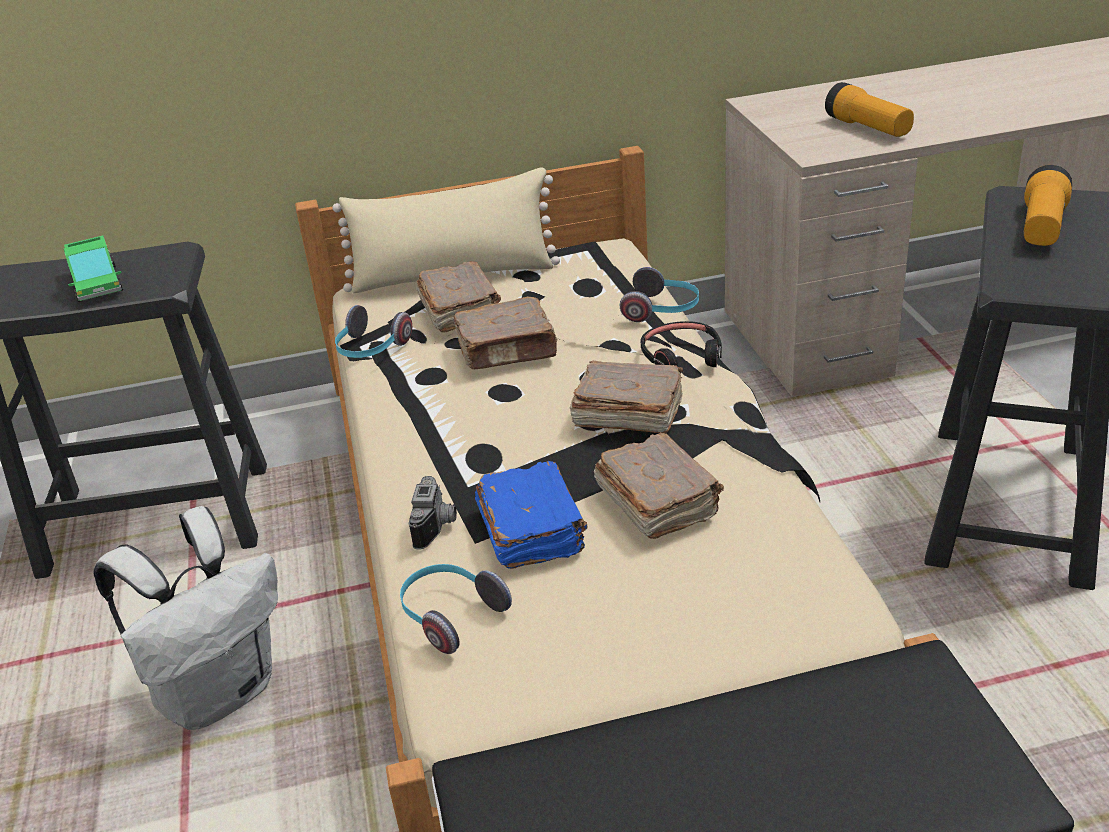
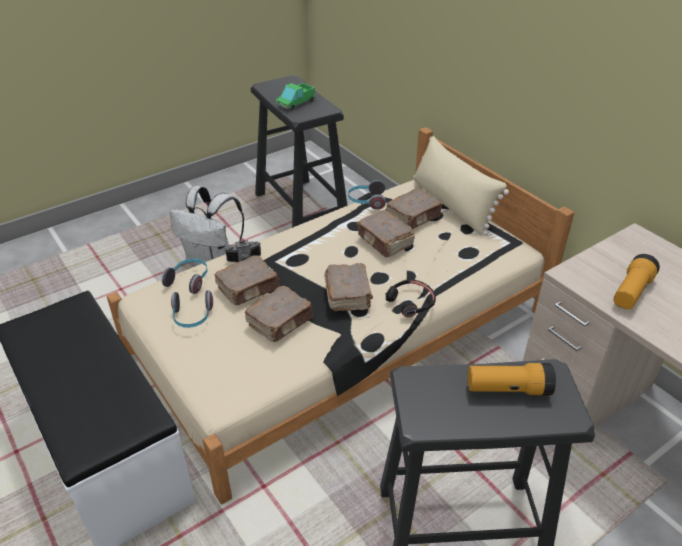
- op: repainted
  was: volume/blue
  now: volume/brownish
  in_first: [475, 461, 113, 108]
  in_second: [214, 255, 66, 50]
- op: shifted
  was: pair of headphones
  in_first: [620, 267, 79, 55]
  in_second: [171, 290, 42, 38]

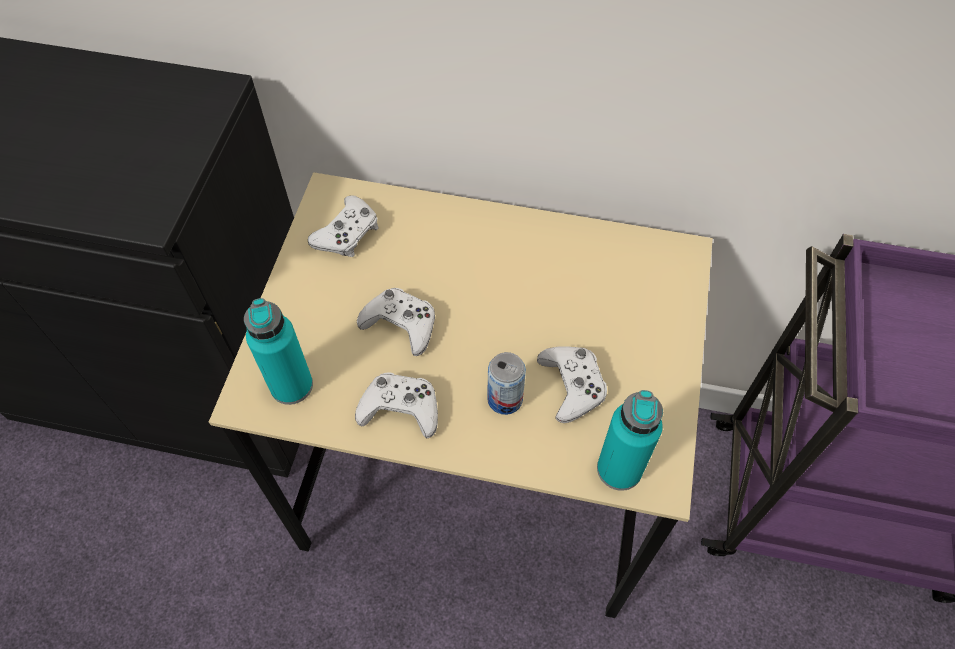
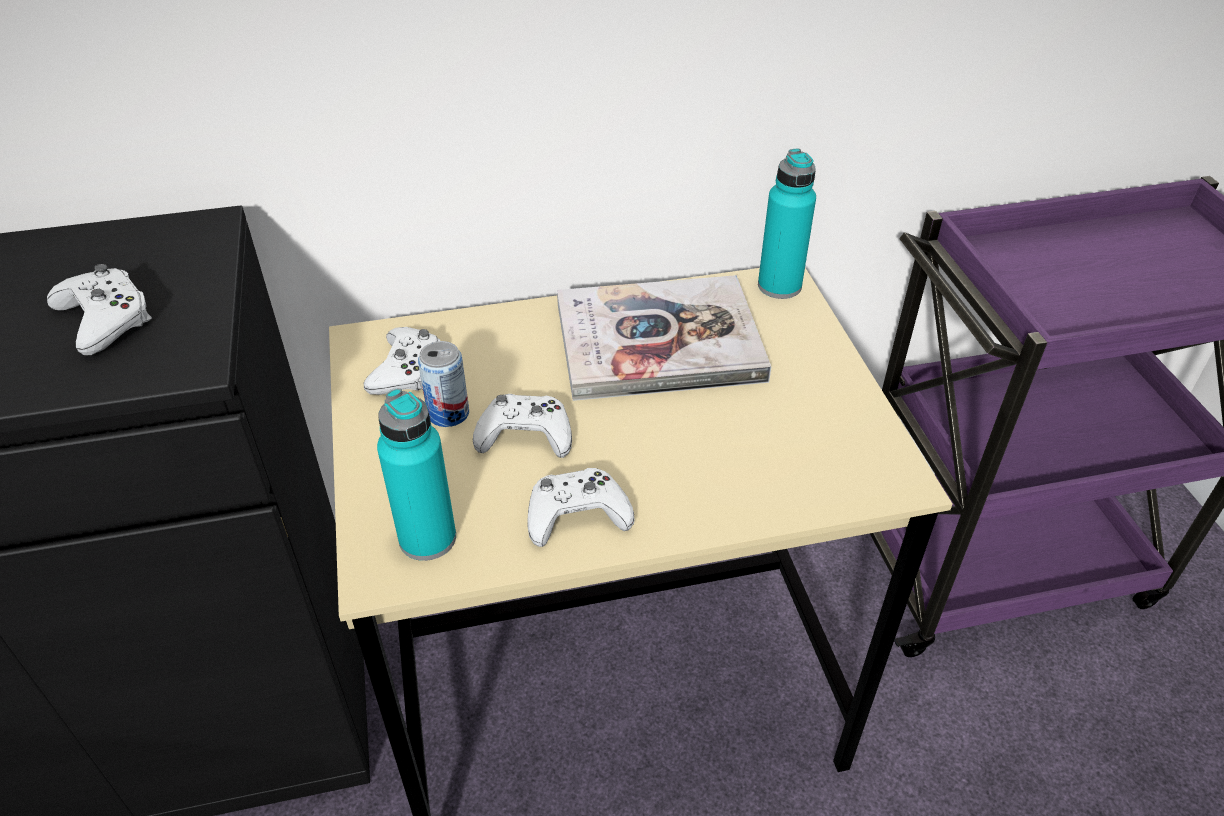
- op: shifted
  was: sealed can
  in_first: [487, 352, 39, 63]
  in_second: [418, 341, 51, 86]
- op: shifted
  was: gamepad/white
  in_first: [537, 346, 70, 77]
  in_second: [47, 264, 105, 91]
- op: shifted
  was: bottle/blue-green
  in_first: [597, 390, 66, 101]
  in_second: [758, 149, 58, 150]
- op: new
  now: volume
  in_second: [557, 275, 214, 126]

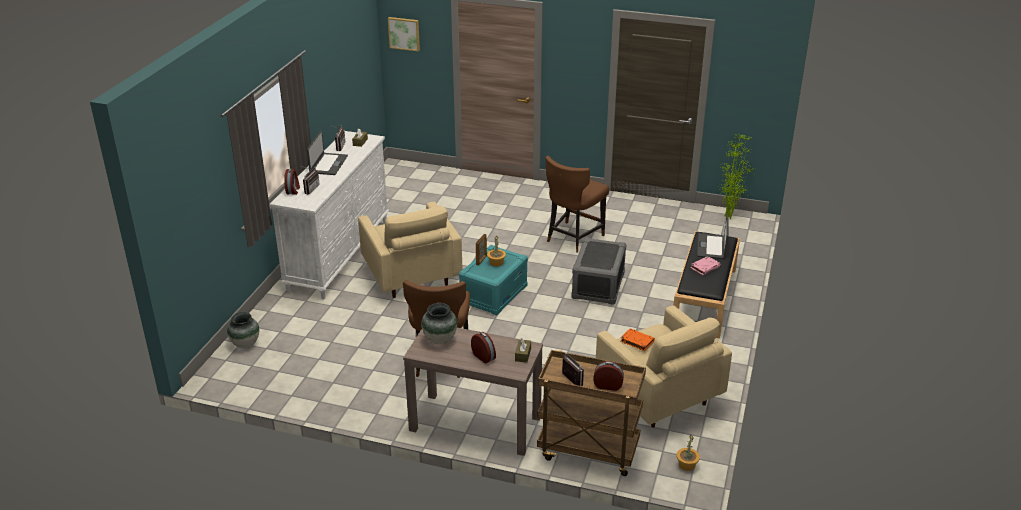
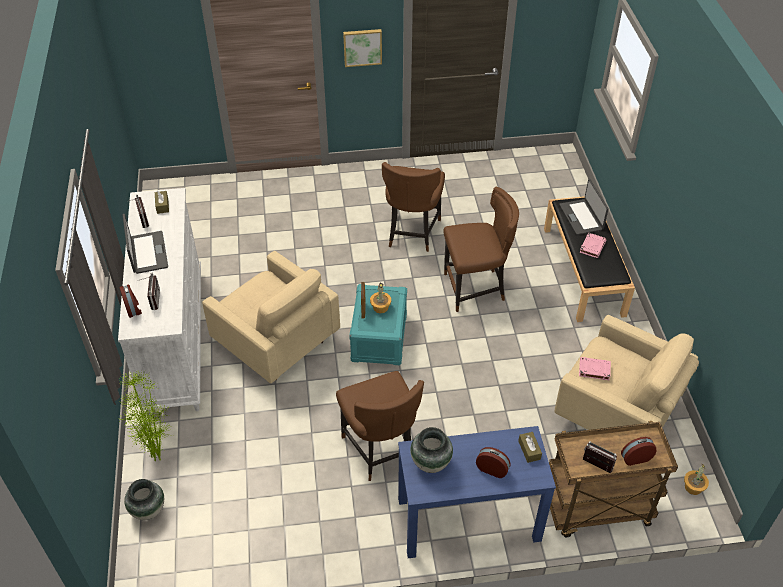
- op: shifted
  was: wall art
  in_first: [388, 17, 32, 34]
  in_second: [343, 29, 39, 38]
- op: repainted
  was: hall table/brownish
  now: hall table/blue
  in_first: [403, 328, 140, 128]
  in_second: [398, 426, 158, 132]
- op: swapped
  was: storage container/greyish
  now: upright chair/brownish
  in_first: [571, 237, 56, 68]
  in_second: [443, 187, 76, 125]
- op: repainted
  was: volume/orange-coloured
  now: volume/pink-coloured
  in_first: [620, 328, 35, 23]
  in_second: [579, 357, 32, 23]
- op: shifted
  was: potted plant
  in_first: [719, 133, 34, 86]
  in_second: [119, 370, 54, 91]

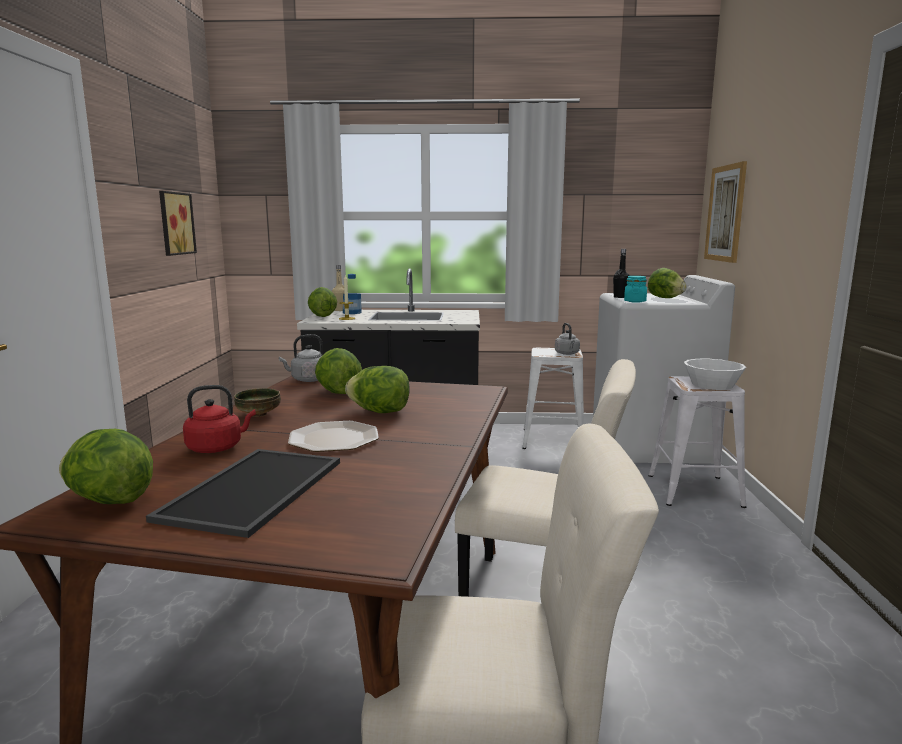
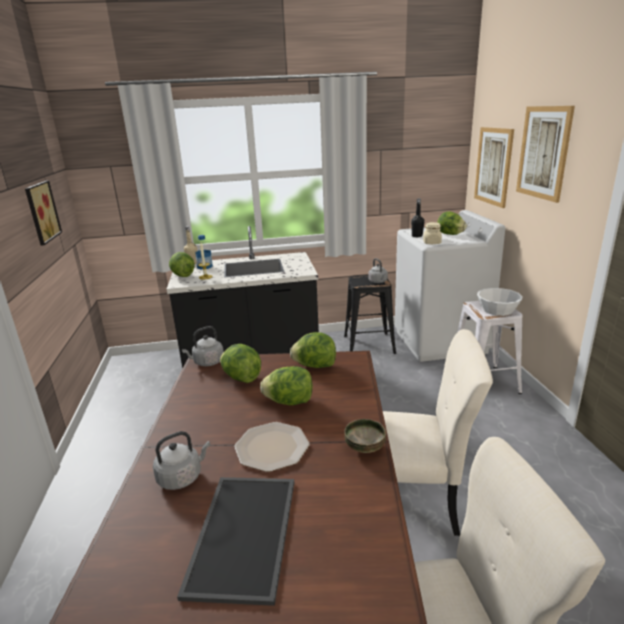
- op: shifted
  was: lettuce head
  in_first: [59, 429, 94, 75]
  in_second: [290, 332, 46, 36]
- op: repainted
  was: water kettle/red
  now: water kettle/greyish
  in_first: [183, 385, 73, 68]
  in_second: [153, 431, 57, 59]
- op: shifted
  was: bowl
  in_first: [234, 388, 47, 29]
  in_second: [344, 419, 42, 34]
- op: repainted
  was: stool/white
  now: stool/blackish
  in_first: [522, 348, 62, 101]
  in_second: [344, 275, 52, 79]
- op: repainted
  was: preserve jar/blue-green
  now: preserve jar/beige
  in_first: [624, 276, 23, 27]
  in_second: [423, 222, 19, 22]
- op: new
  now: wall art
  in_second: [516, 106, 59, 97]

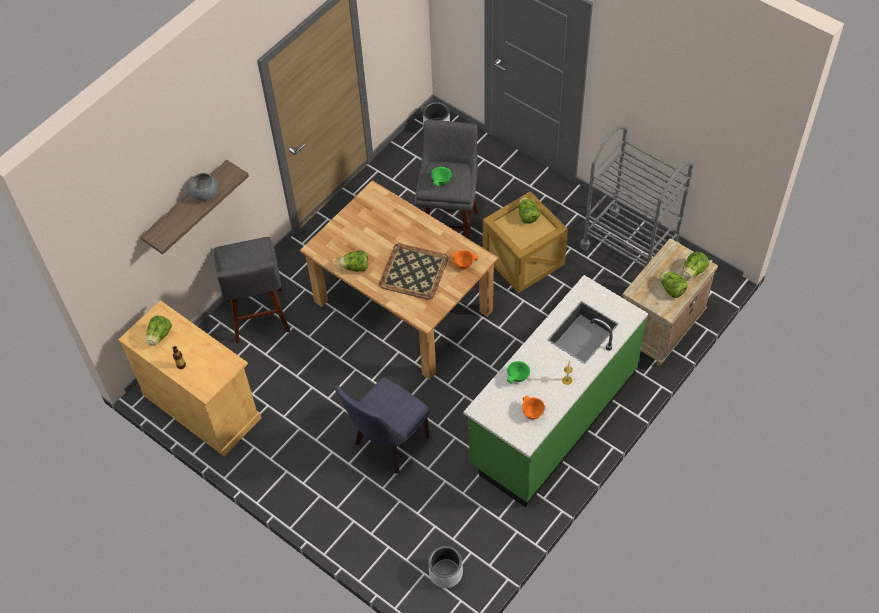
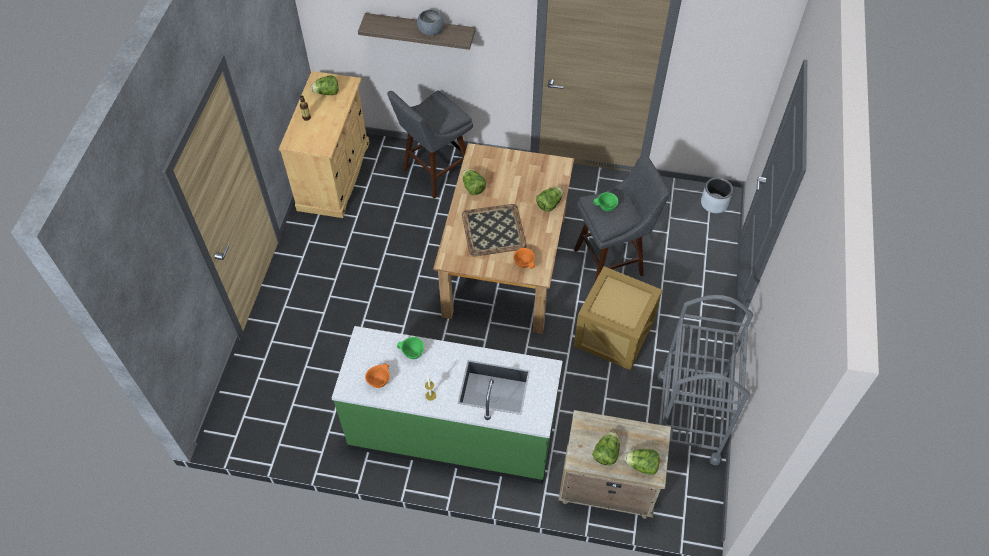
- op: gone
  was: upright chair/blue
  in_first: [335, 378, 95, 96]
- op: gone
  was: flower pot/greyish
  in_first: [428, 546, 35, 42]
- op: shifted
  was: lettuce head
  in_first: [519, 197, 21, 27]
  in_second: [536, 187, 27, 25]

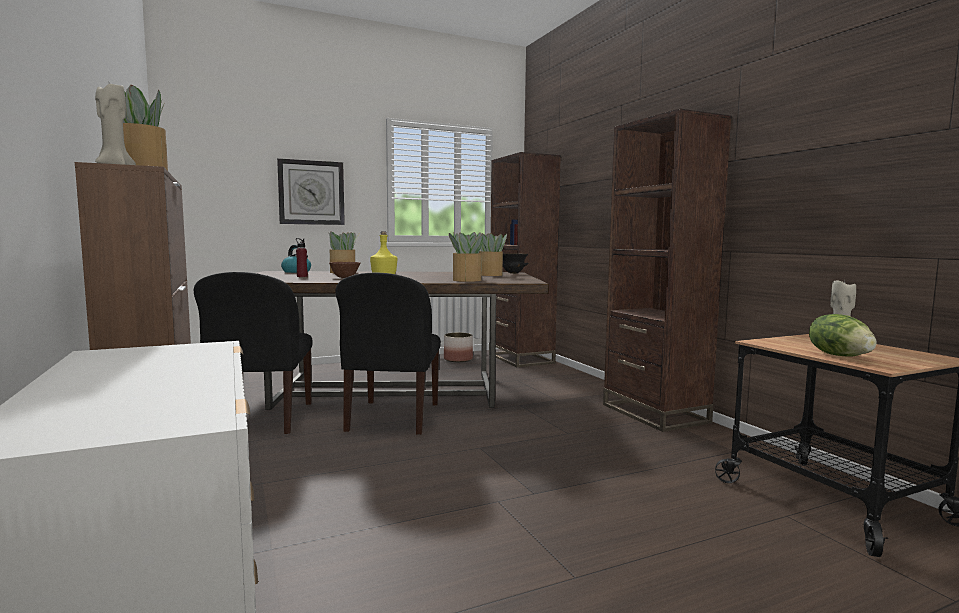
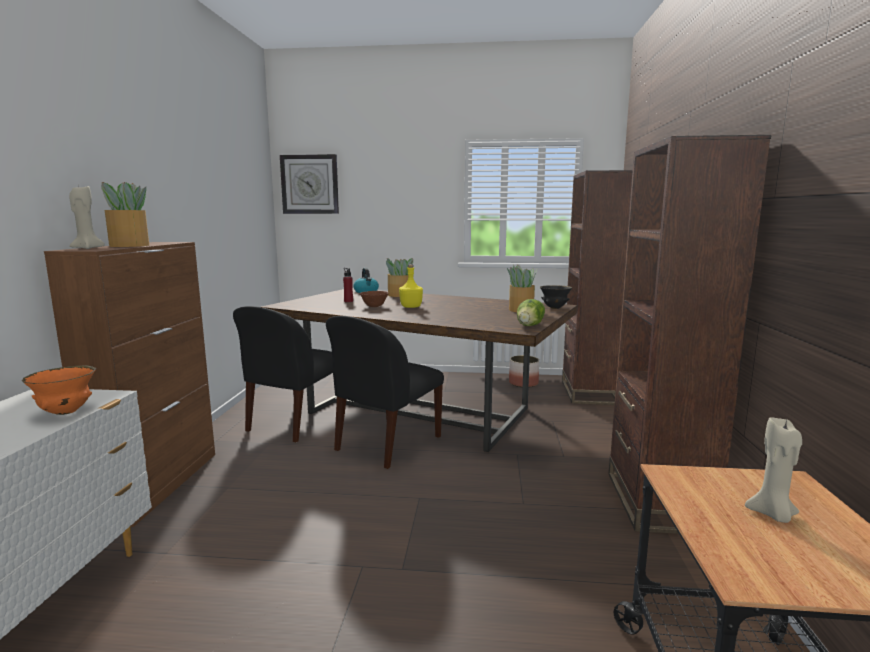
- op: shifted
  was: wall clock
  in_first: [277, 158, 68, 67]
  in_second: [280, 154, 59, 60]
- op: gone
  was: potted plant
  in_first: [449, 232, 34, 50]
- op: shifted
  was: lettuce head
  in_first: [809, 314, 68, 43]
  in_second: [517, 299, 28, 27]
- op: new
  now: bowl/orange-coloured
  in_second: [22, 366, 74, 49]

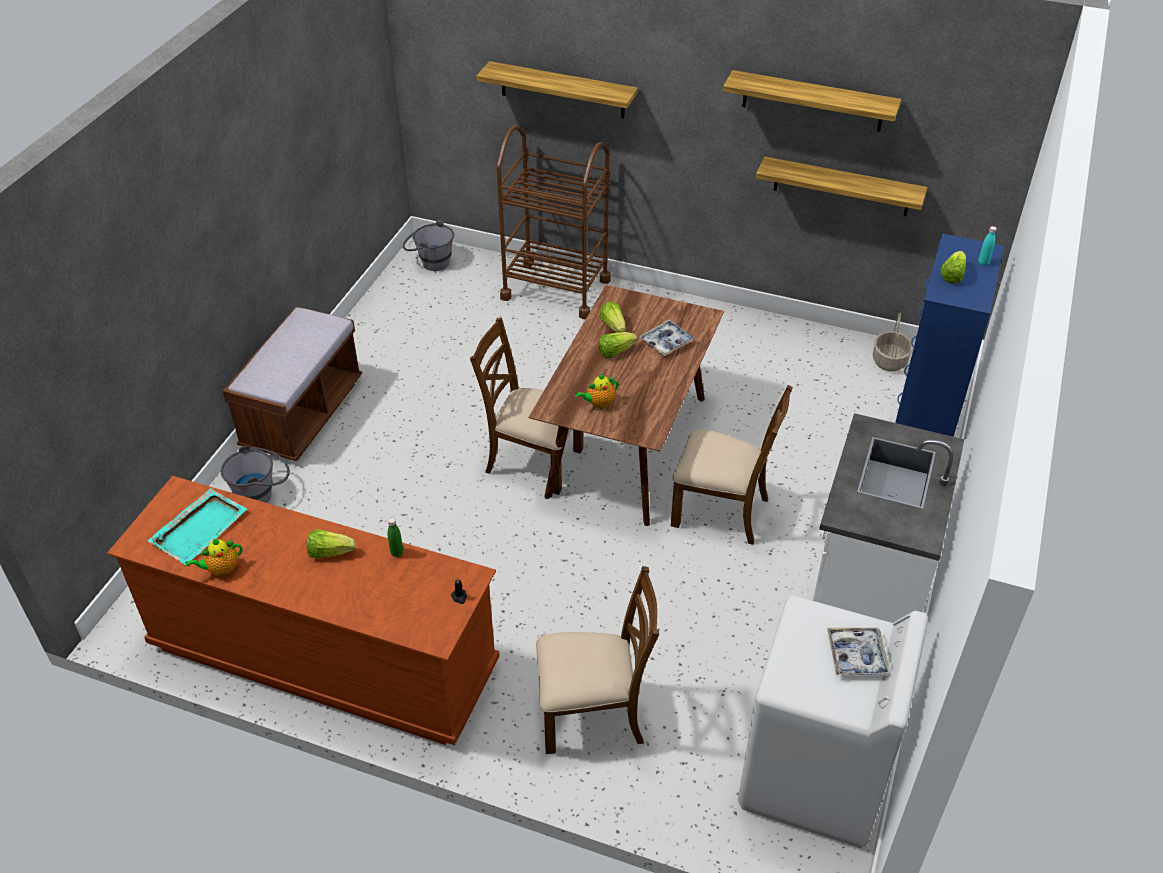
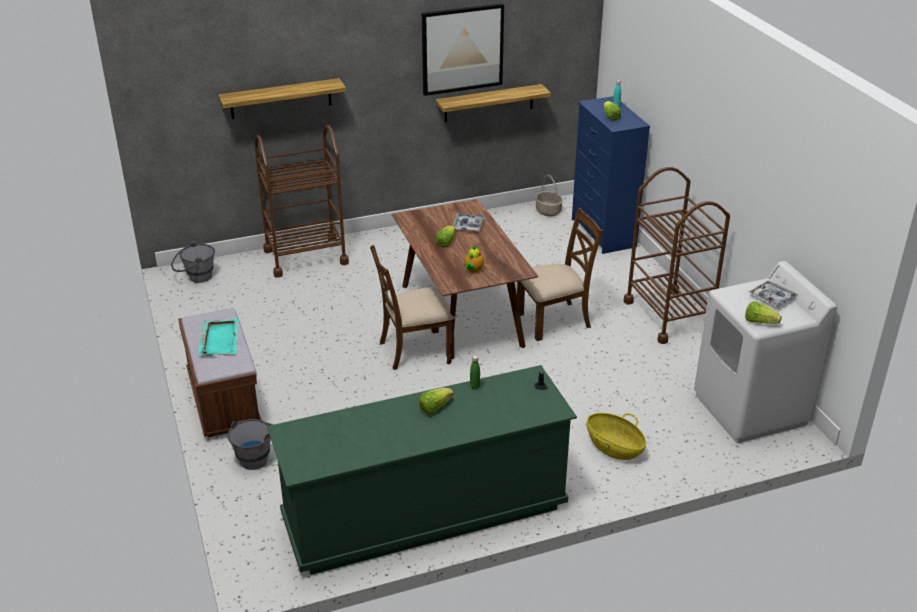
- op: repainted
  was: chest of drawers/brownish
  now: chest of drawers/greenish
  in_first: [107, 476, 393, 269]
  in_second: [267, 365, 310, 210]
- op: shifted
  was: carrying tray/blue-green
  in_first: [148, 488, 99, 77]
  in_second: [198, 318, 41, 38]
- op: gone
  was: teapot
  in_first: [185, 539, 58, 37]
- op: swapped
  was: upright chair/brownish
  now: basket
  in_first: [536, 566, 123, 188]
  in_second: [587, 413, 59, 47]
- op: shifted
  was: lettuce head
  in_first: [600, 302, 26, 31]
  in_second: [745, 302, 37, 22]
- op: swapped
  was: shelf
  now: wall art
  in_first: [723, 70, 178, 62]
  in_second: [422, 3, 82, 93]
- op: swapped
  was: kitchen base unit/white
  now: trolley/brownish
  in_first: [813, 413, 151, 210]
  in_second: [624, 167, 106, 177]

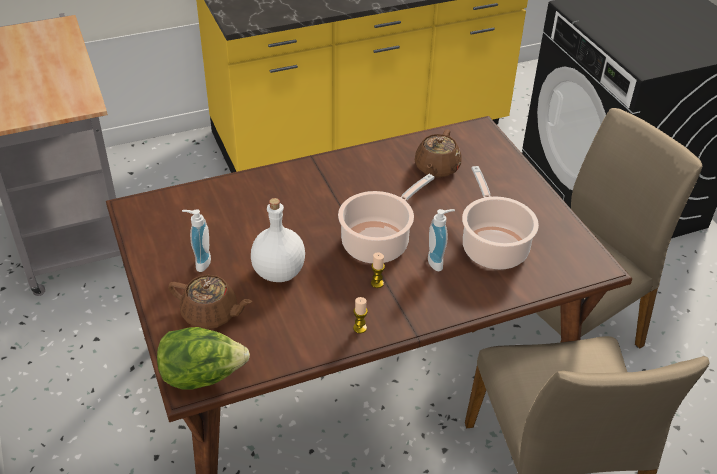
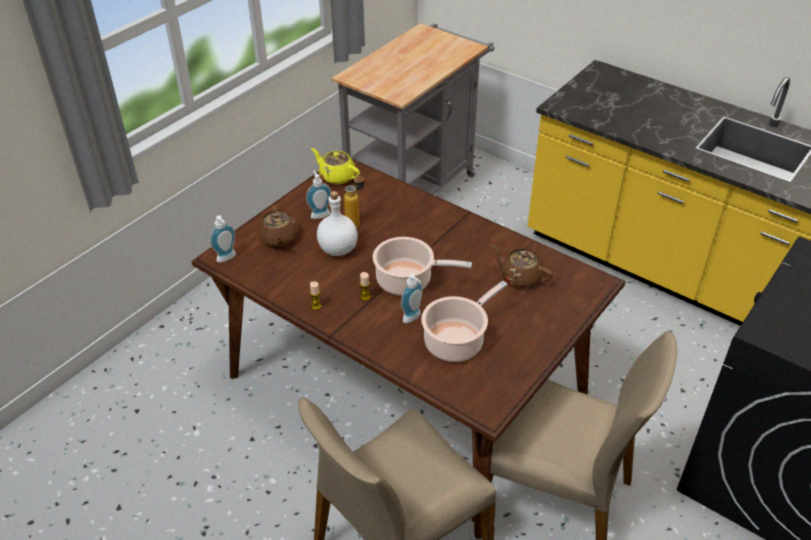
- op: swapped
  was: lettuce head
  now: liquid soap bottle
  in_first: [157, 327, 93, 63]
  in_second: [210, 215, 26, 48]
- op: rotated
  was: teapot/brownish
  in_first: [415, 129, 47, 49]
  in_second: [491, 245, 62, 43]
  clockwise: 45
- op: new
  now: teapot/yellow-coloured
  in_second: [311, 148, 49, 37]
- op: new
  now: bottle
  in_second: [344, 173, 20, 56]

